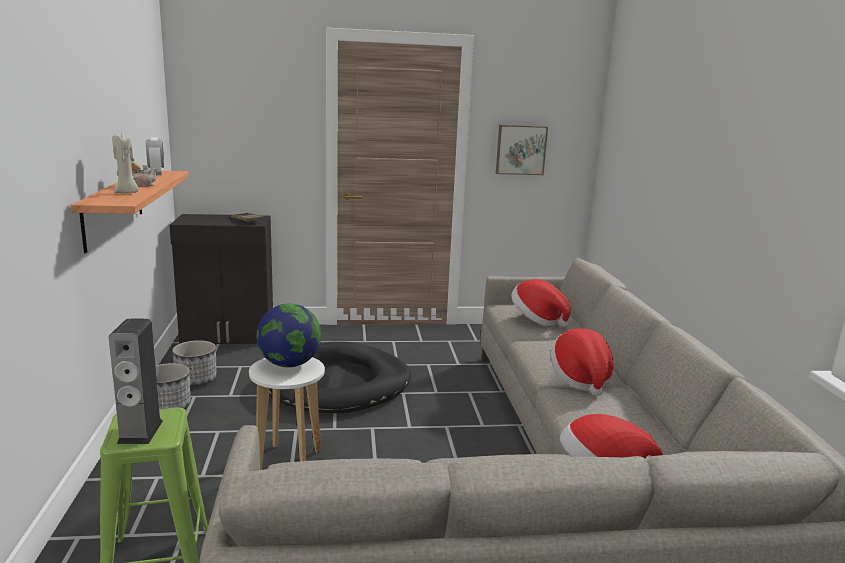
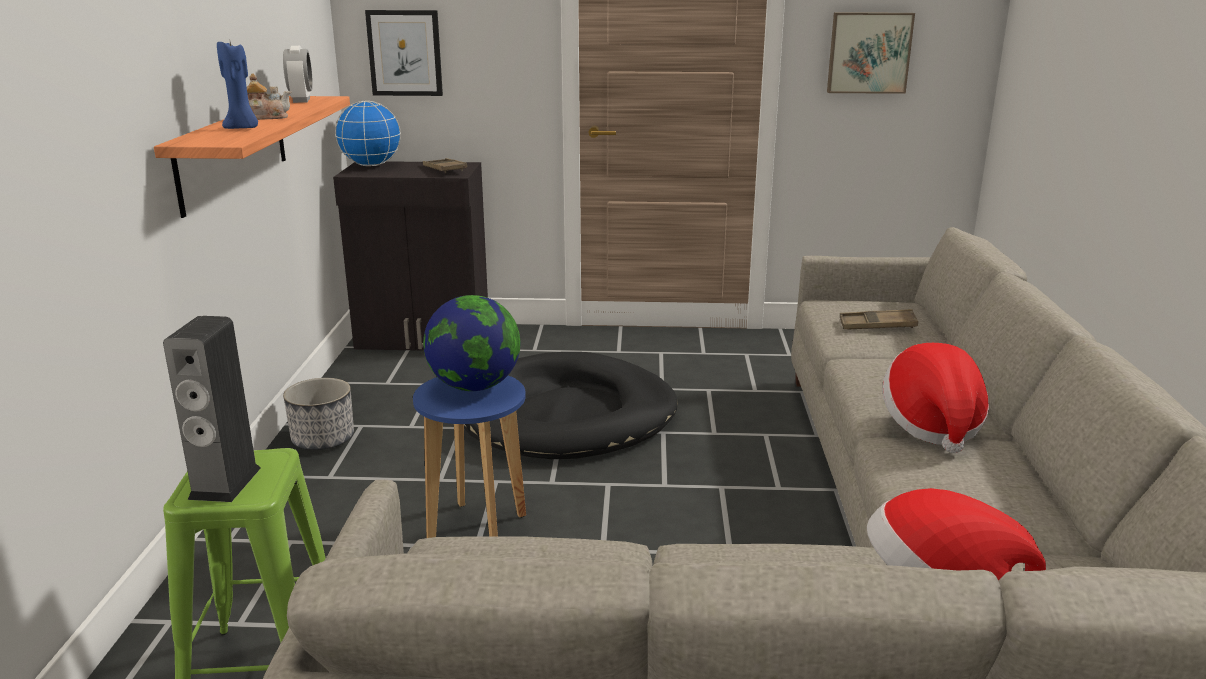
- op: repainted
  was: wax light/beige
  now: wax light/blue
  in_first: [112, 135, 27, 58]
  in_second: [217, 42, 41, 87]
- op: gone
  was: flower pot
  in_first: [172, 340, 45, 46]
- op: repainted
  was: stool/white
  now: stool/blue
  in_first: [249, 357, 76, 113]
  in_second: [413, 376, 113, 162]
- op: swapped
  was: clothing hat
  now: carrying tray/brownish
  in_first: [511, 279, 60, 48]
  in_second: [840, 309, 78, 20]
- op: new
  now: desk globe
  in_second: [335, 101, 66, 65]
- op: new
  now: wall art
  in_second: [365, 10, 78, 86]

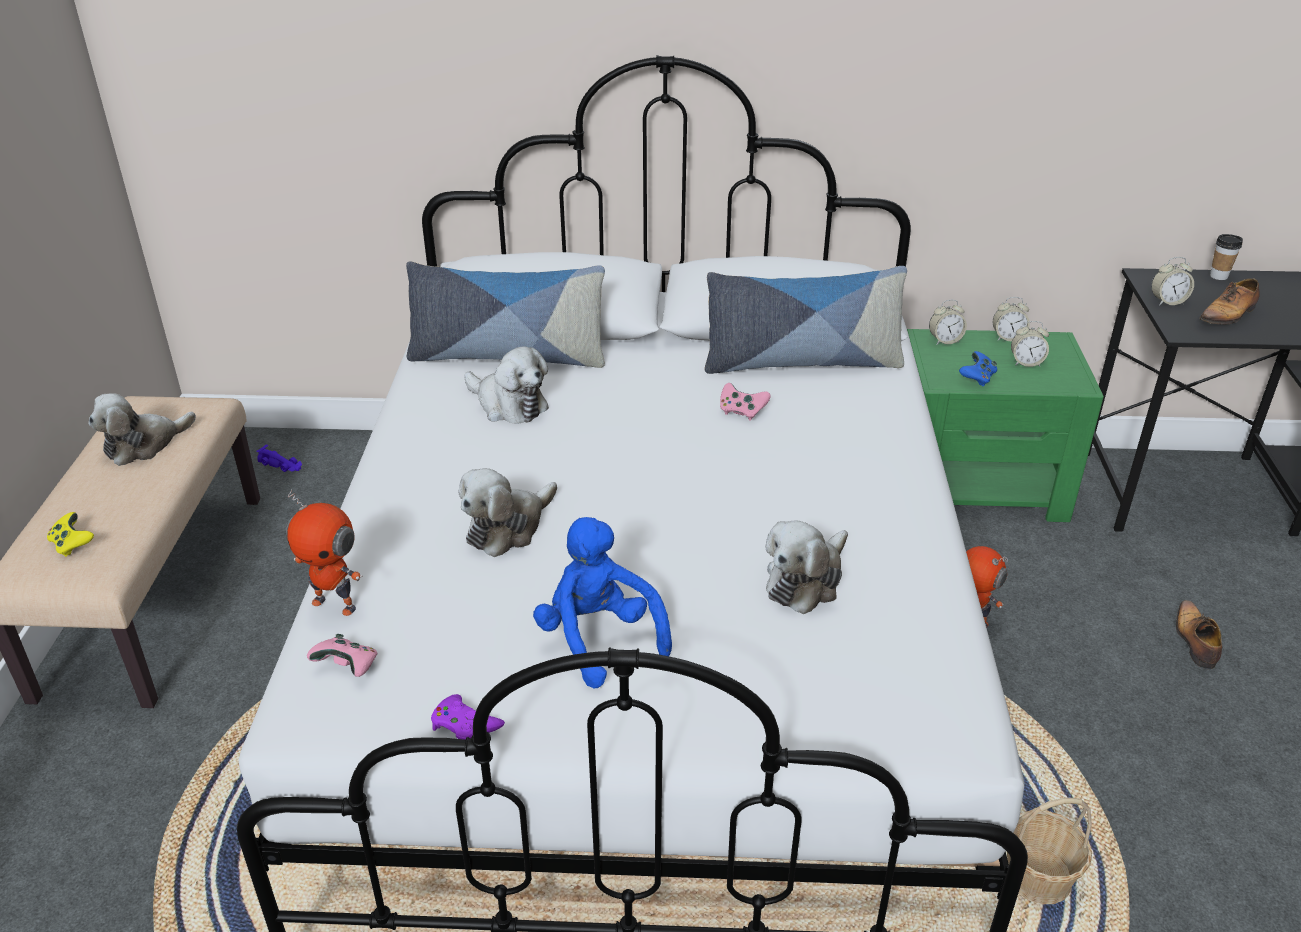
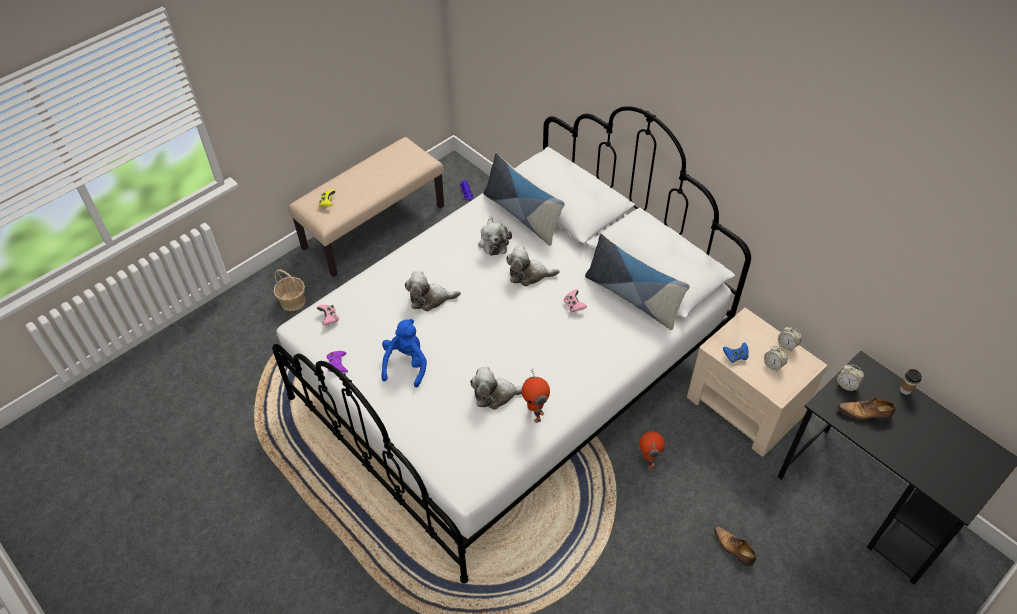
- op: shifted
  was: soft toy
  in_first: [89, 393, 107, 73]
  in_second: [506, 246, 54, 40]
- op: shifted
  was: model robot
  in_first: [286, 489, 76, 127]
  in_second: [522, 368, 28, 55]
- op: repainted
  was: nightstand/greenish
  now: nightstand/beige
  in_first: [907, 329, 197, 193]
  in_second: [687, 308, 141, 149]
- op: gone
  was: bedside clock
  in_first: [929, 300, 38, 45]
- op: shifted
  was: basket
  in_first: [1007, 798, 85, 106]
  in_second: [274, 269, 32, 42]
- op: rotated
  was: low shoe
  in_first: [1176, 600, 46, 69]
  in_second: [714, 526, 42, 40]
  clockwise: -90

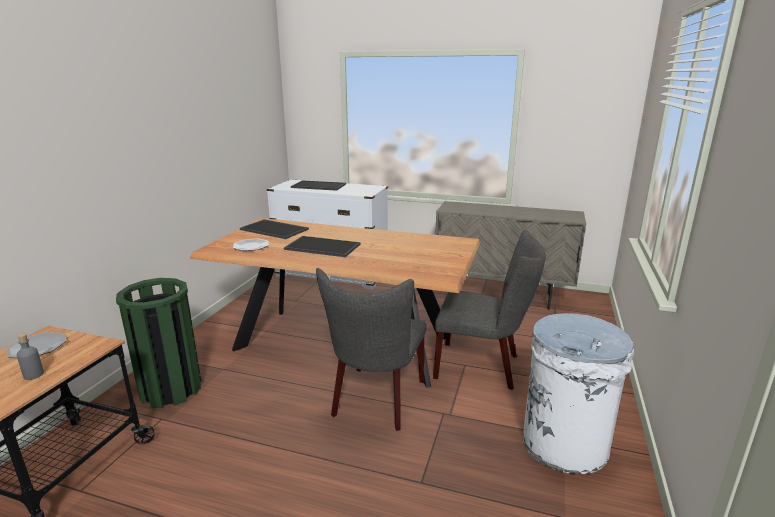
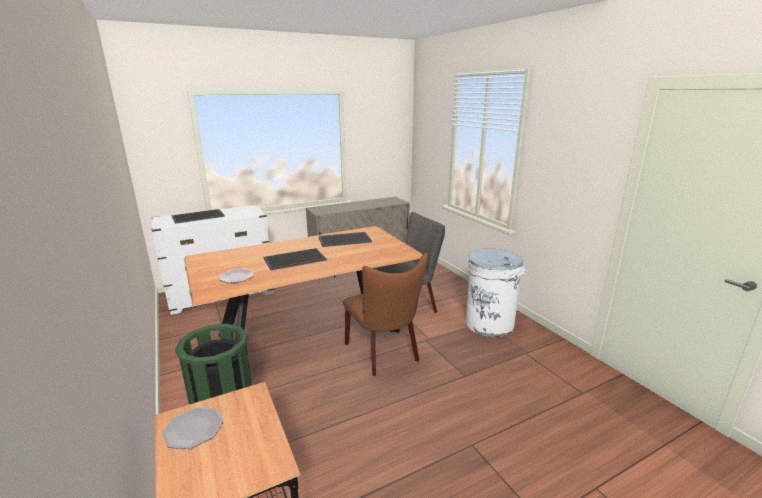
- op: gone
  was: bottle/greyish
  in_first: [17, 334, 27, 46]
- op: shifted
  was: carrying tray
  in_first: [240, 219, 69, 20]
  in_second: [318, 232, 54, 15]
- op: repainted
  was: upright chair/greyish
  now: upright chair/brownish
  in_first: [316, 268, 111, 163]
  in_second: [343, 253, 85, 123]

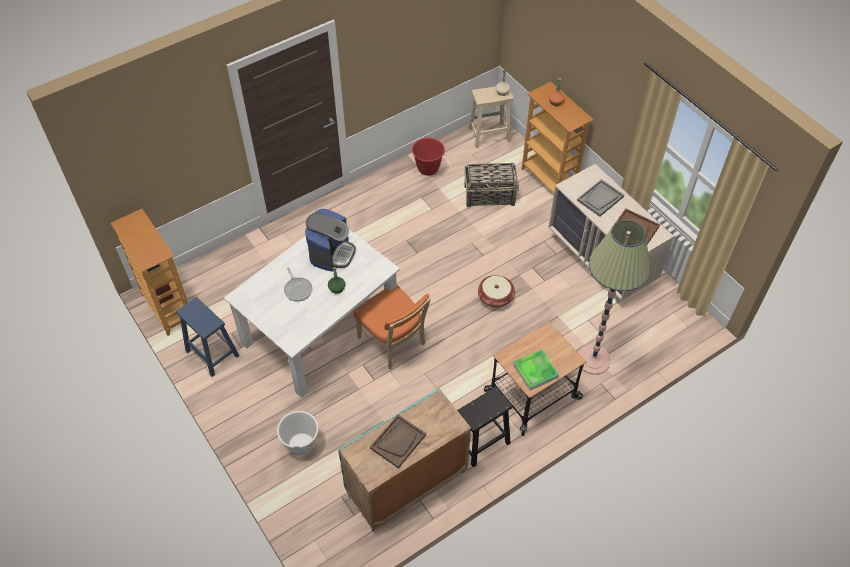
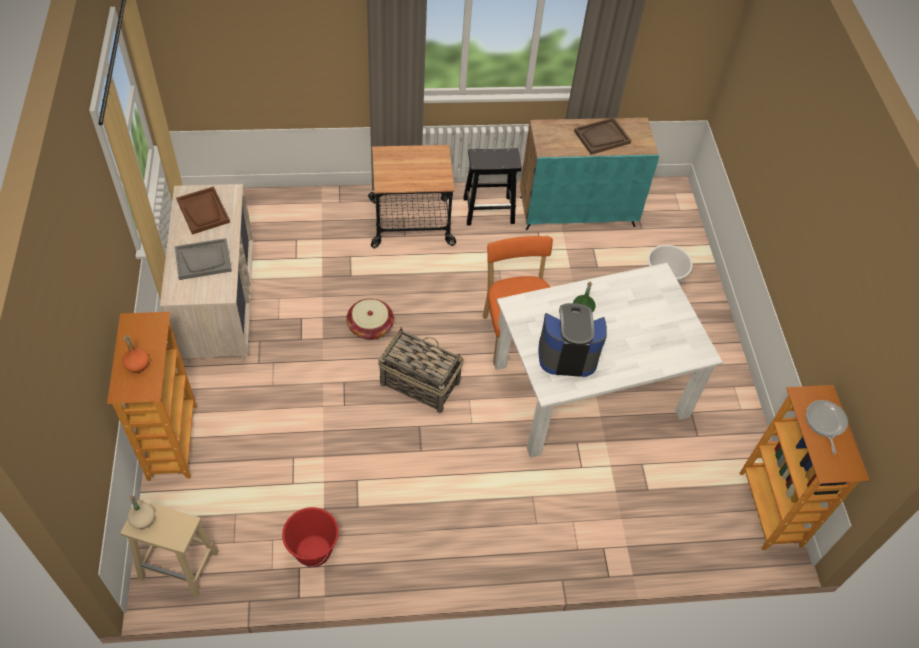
- op: gone
  was: stool/blue
  in_first: [176, 297, 63, 80]
- op: shifted
  was: frying pan
  in_first: [284, 267, 28, 35]
  in_second: [806, 400, 42, 54]
- op: rotated
  was: coffee brewer
  in_first: [305, 209, 51, 63]
  in_second: [539, 303, 68, 74]
  clockwise: 45
- op: shifted
  was: basket
  in_first: [464, 163, 55, 44]
  in_second: [378, 327, 86, 86]
- op: gone
  was: carrying tray
  in_first: [513, 350, 46, 41]
- op: gone
  was: standing lamp
  in_first: [578, 220, 73, 155]

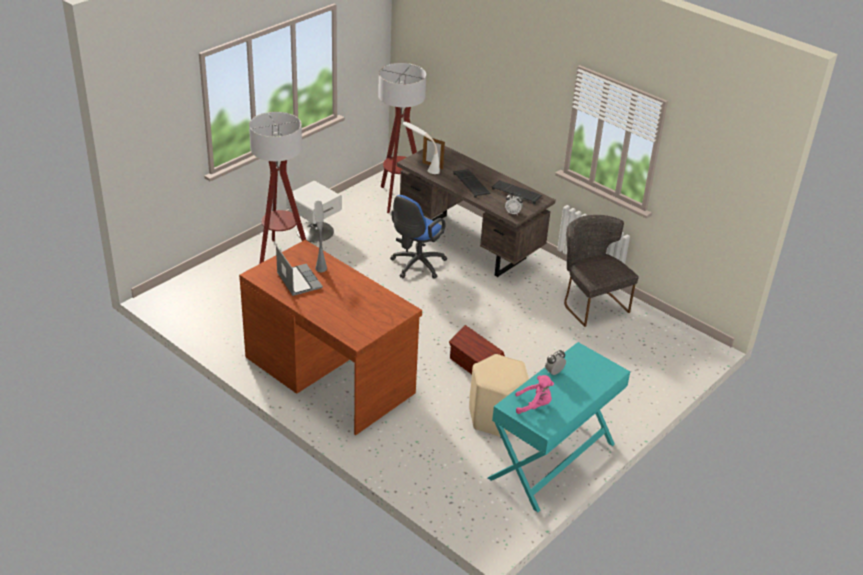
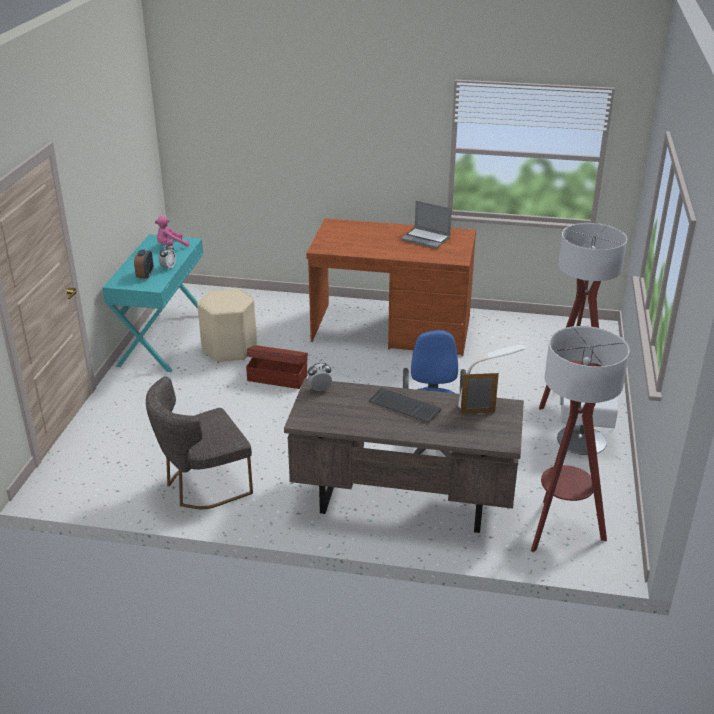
- op: gone
  was: tabletop lamp/greyish
  in_first: [314, 201, 13, 72]
- op: gone
  was: PC keyboard
  in_first: [492, 180, 51, 24]
- op: rotated
  was: upright chair/greyish
  in_first: [564, 215, 75, 112]
  in_second: [146, 376, 107, 133]
  clockwise: 120
- op: new
  now: bedside clock
  in_second: [134, 250, 19, 29]

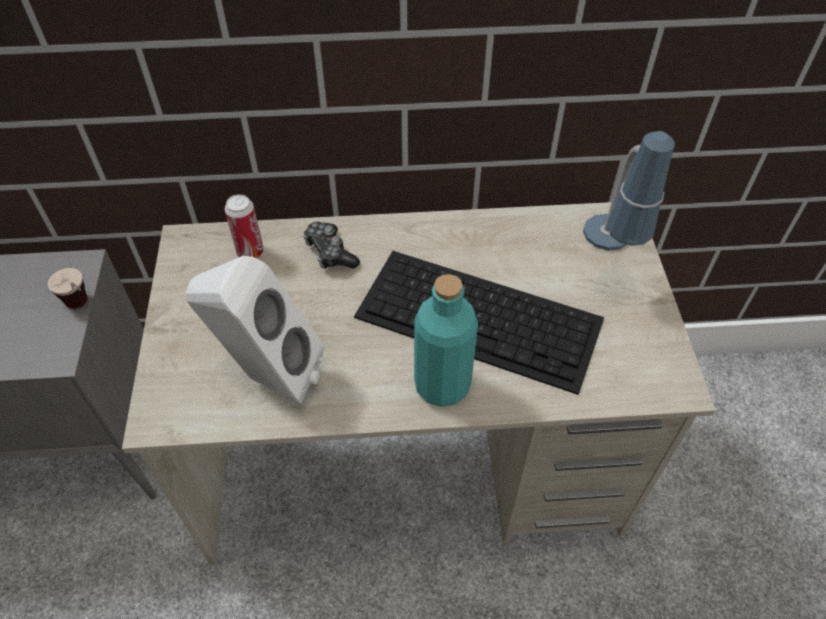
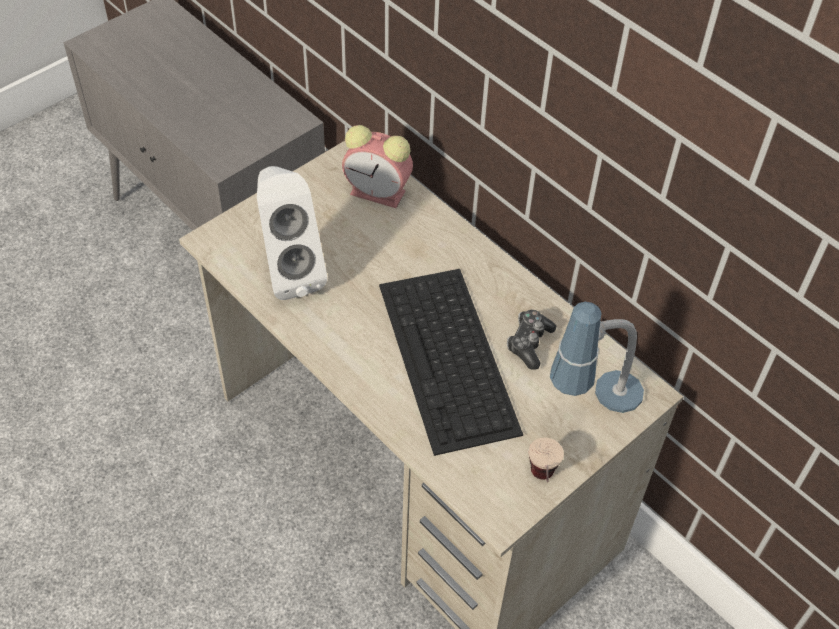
- op: shifted
  was: drinking cup
  in_first: [48, 268, 40, 41]
  in_second: [529, 437, 35, 45]
- op: swapped
  was: sealed can
  now: bedside clock
  in_first: [225, 194, 39, 64]
  in_second: [342, 125, 71, 83]
- op: shifted
  was: gamepad
  in_first: [303, 222, 57, 47]
  in_second: [507, 310, 49, 60]
- op: gone
  was: bottle/blue-green
  in_first: [414, 274, 64, 133]

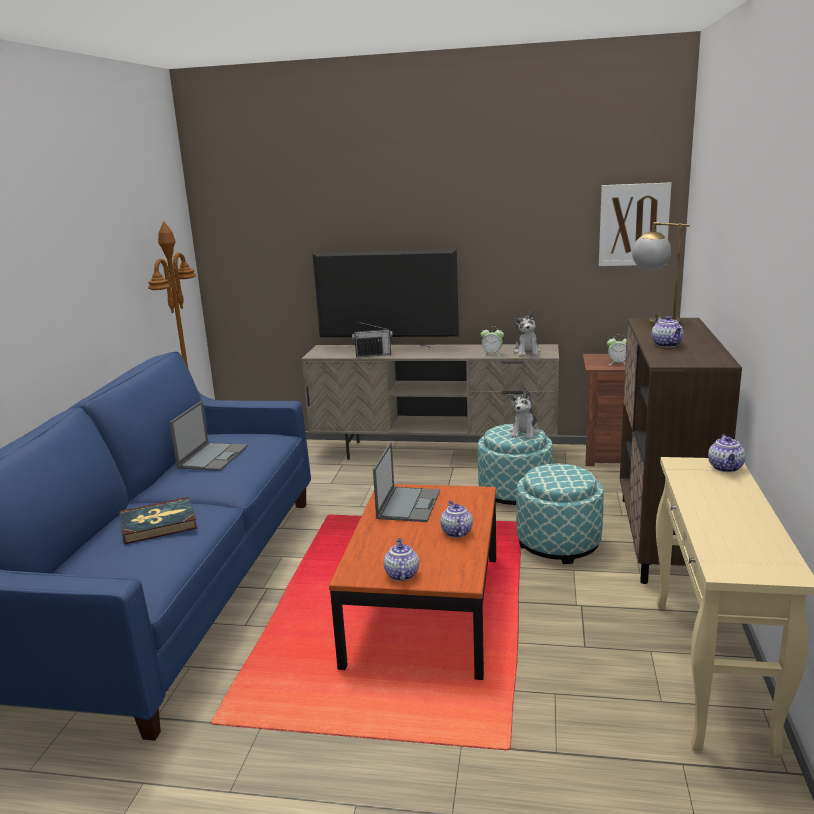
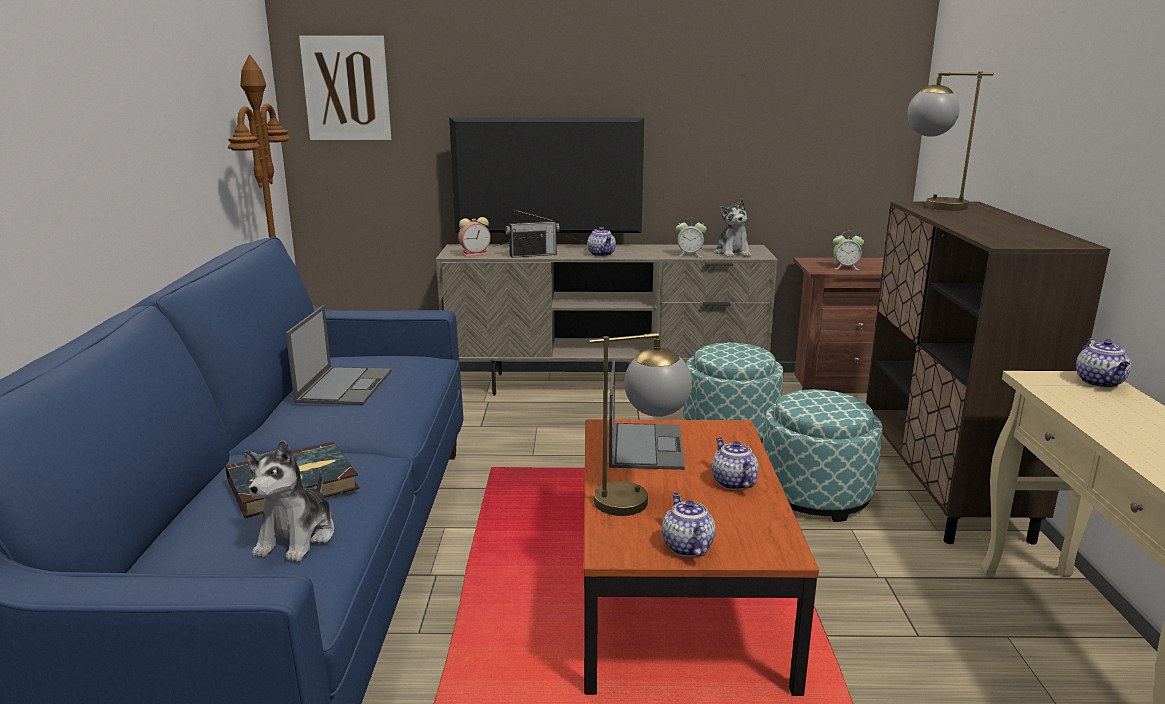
- op: shifted
  was: soft toy
  in_first: [509, 390, 31, 49]
  in_second: [244, 440, 91, 122]
- op: shifted
  was: wall art
  in_first: [599, 182, 72, 84]
  in_second: [299, 36, 93, 104]
- op: shifted
  was: teapot
  in_first: [652, 316, 31, 31]
  in_second: [587, 227, 29, 29]
- op: new
  now: bedside clock
  in_second: [458, 217, 33, 40]
- op: new
  now: tabletop lamp
  in_second: [589, 333, 103, 183]

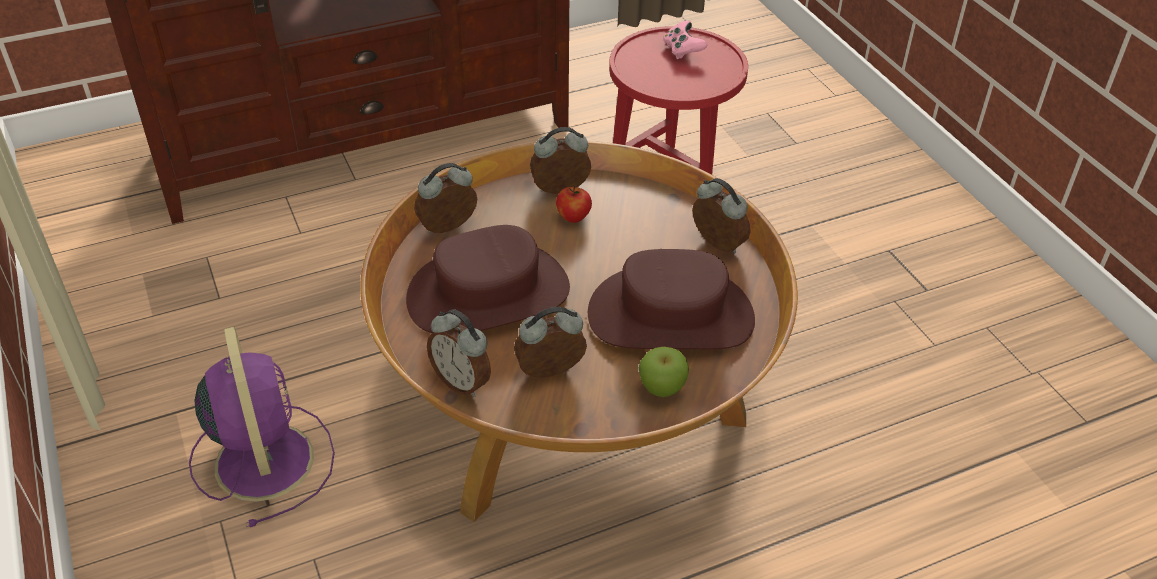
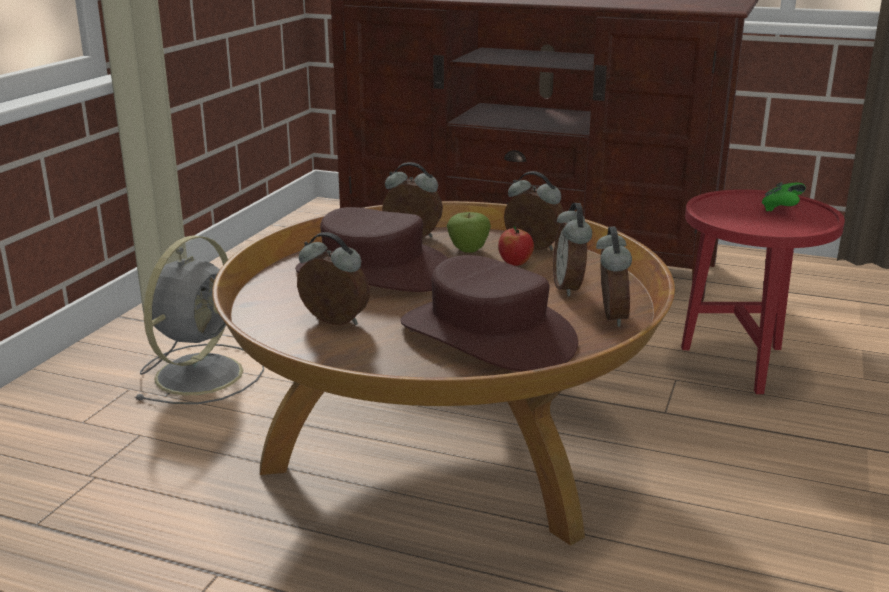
- op: repainted
  was: electric fan/purple-coloured
  now: electric fan/greyish
  in_first: [189, 327, 146, 200]
  in_second: [135, 235, 129, 169]
- op: shifted
  was: bedside clock
  in_first: [427, 309, 64, 88]
  in_second: [553, 203, 39, 93]
- op: shifted
  was: apple
  in_first: [639, 346, 50, 51]
  in_second: [447, 212, 44, 41]
- op: repainted
  was: gamepad/pink-coloured
  now: gamepad/greenish
  in_first: [663, 21, 44, 38]
  in_second: [762, 182, 44, 29]

